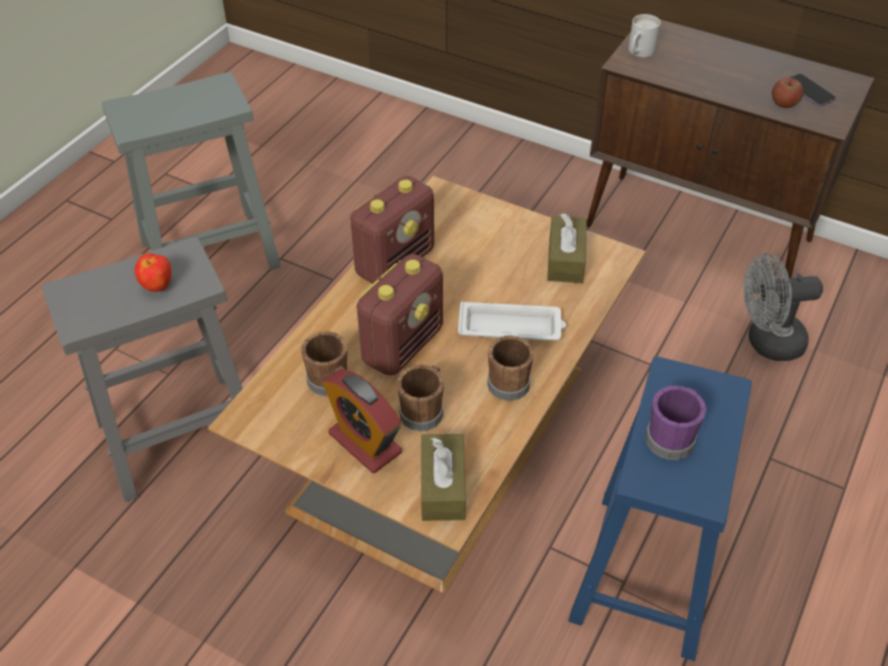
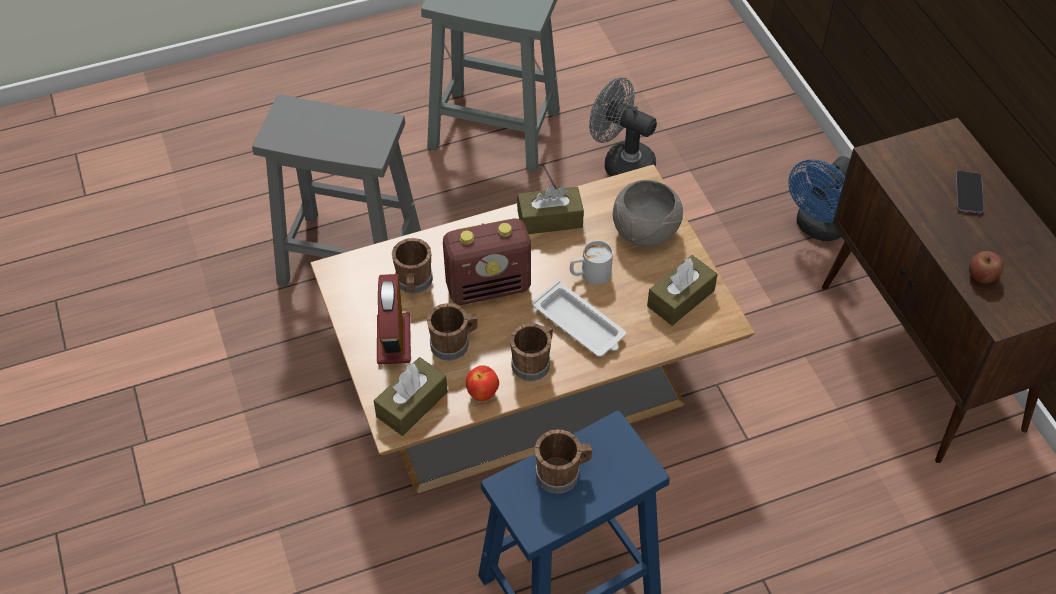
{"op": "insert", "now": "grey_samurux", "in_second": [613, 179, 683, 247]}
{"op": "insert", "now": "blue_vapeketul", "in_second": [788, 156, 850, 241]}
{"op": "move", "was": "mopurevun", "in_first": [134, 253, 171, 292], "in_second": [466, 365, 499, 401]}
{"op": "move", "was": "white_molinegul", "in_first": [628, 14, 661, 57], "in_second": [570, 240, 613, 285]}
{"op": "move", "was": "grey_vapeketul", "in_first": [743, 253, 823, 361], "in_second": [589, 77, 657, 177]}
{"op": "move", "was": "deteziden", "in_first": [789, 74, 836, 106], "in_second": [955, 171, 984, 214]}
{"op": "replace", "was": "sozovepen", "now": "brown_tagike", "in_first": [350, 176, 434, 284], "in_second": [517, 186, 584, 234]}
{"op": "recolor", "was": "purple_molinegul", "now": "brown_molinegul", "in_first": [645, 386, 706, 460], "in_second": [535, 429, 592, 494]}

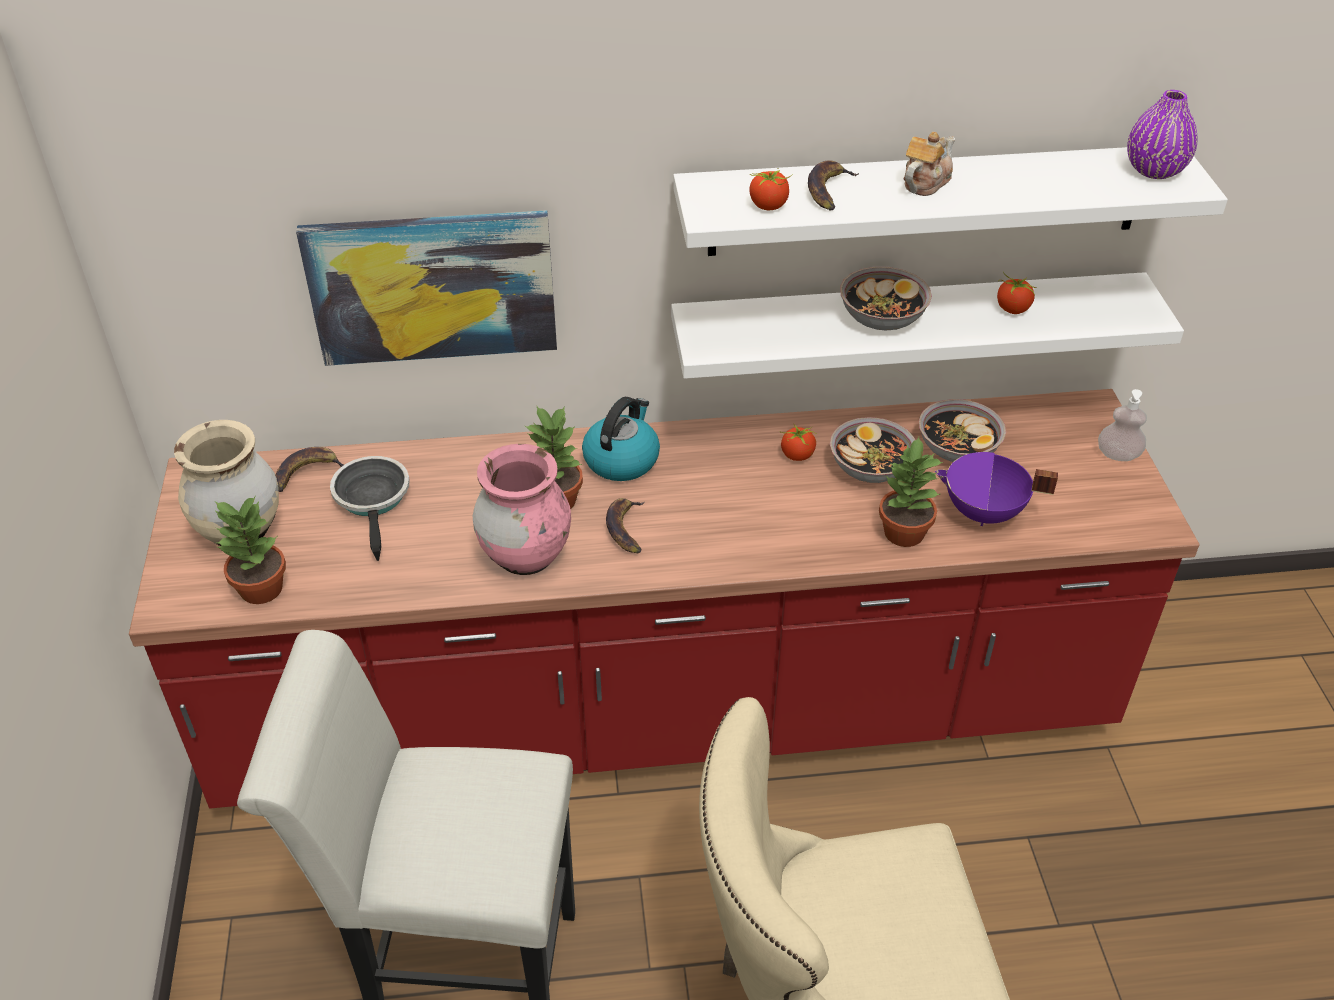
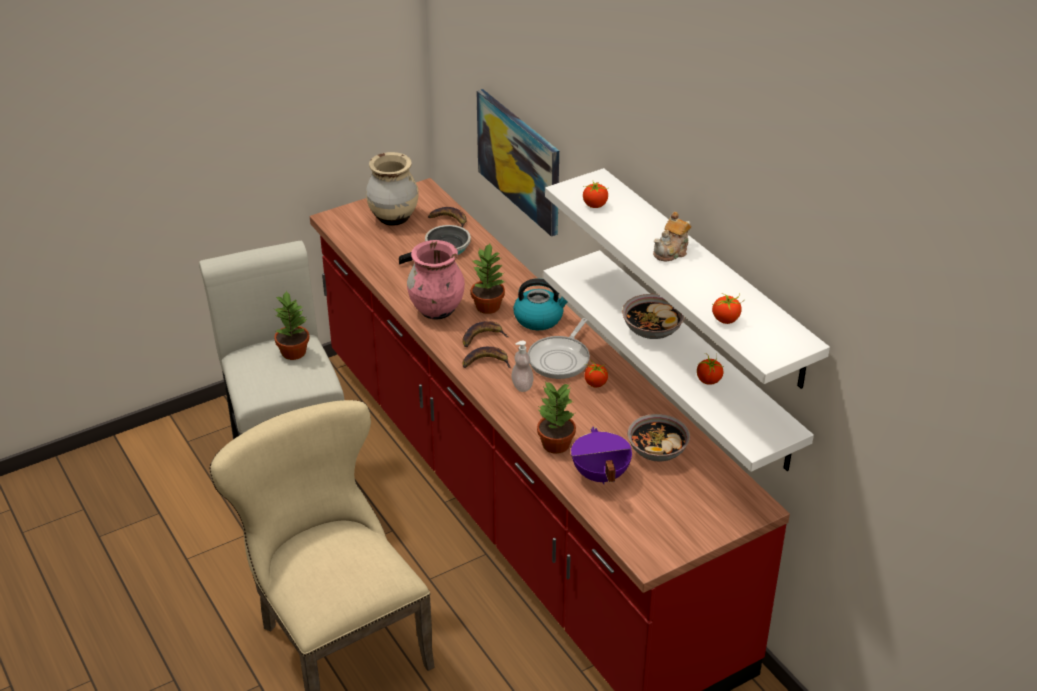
{"op": "delete", "was": "samurux", "in_first": [830, 417, 915, 483]}
{"op": "delete", "was": "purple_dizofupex", "in_first": [1127, 90, 1197, 179]}
{"op": "insert", "now": "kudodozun", "in_second": [528, 318, 590, 379]}
{"op": "insert", "now": "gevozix", "in_second": [712, 293, 743, 324]}
{"op": "move", "was": "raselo", "in_first": [214, 497, 286, 604], "in_second": [274, 291, 310, 360]}
{"op": "move", "was": "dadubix", "in_first": [808, 160, 859, 211], "in_second": [463, 347, 511, 368]}
{"op": "move", "was": "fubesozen", "in_first": [1098, 389, 1147, 461], "in_second": [511, 340, 534, 392]}
{"op": "rotate", "was": "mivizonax", "in_first": [903, 132, 955, 196], "in_second": [653, 212, 692, 262], "clockwise": 120}

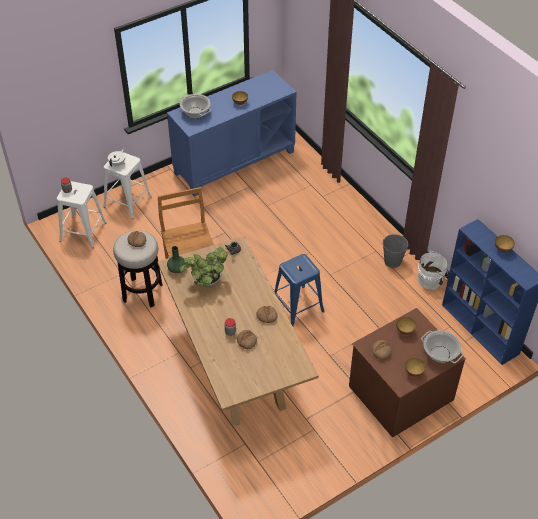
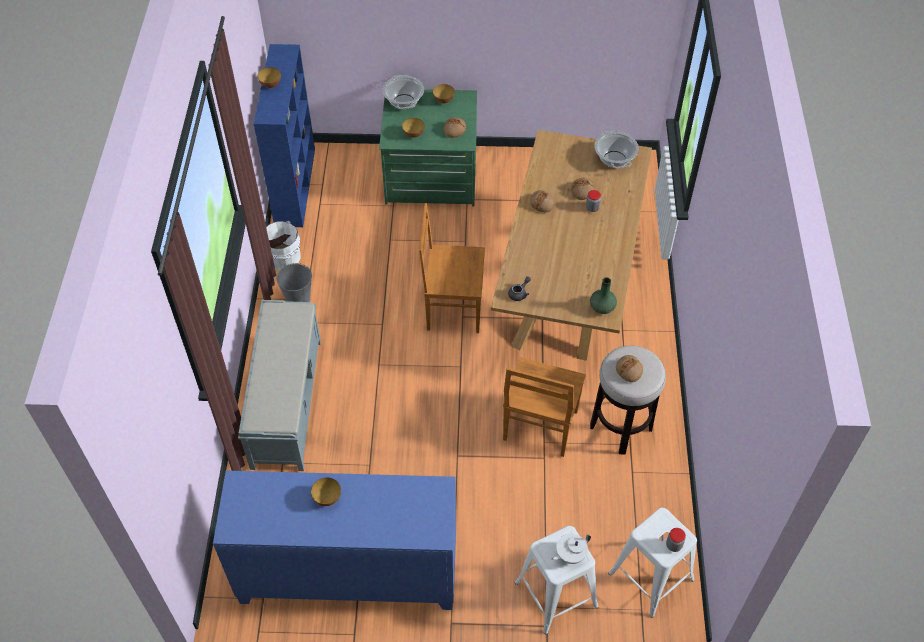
{"op": "delete", "was": "raselo", "in_first": [179, 247, 228, 287]}
{"op": "insert", "now": "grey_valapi", "in_second": [238, 300, 321, 471]}
{"op": "move", "was": "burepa", "in_first": [180, 94, 211, 118], "in_second": [594, 130, 639, 168]}
{"op": "replace", "was": "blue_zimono", "now": "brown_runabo", "in_first": [274, 254, 325, 327], "in_second": [419, 203, 485, 333]}
{"op": "recolor", "was": "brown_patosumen", "now": "green_patosumen", "in_first": [349, 308, 466, 437], "in_second": [379, 89, 477, 206]}

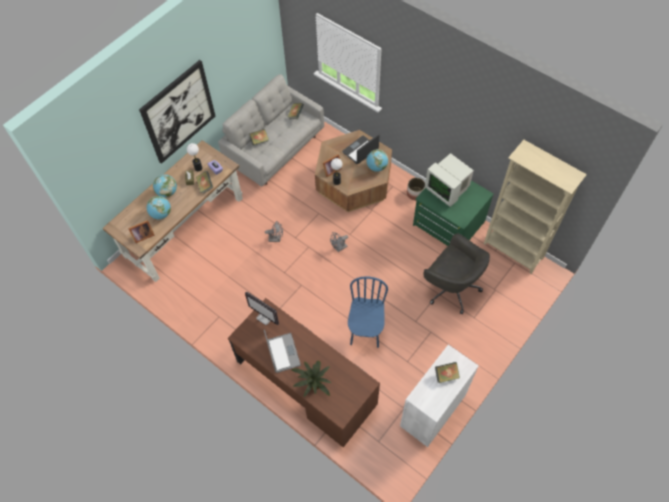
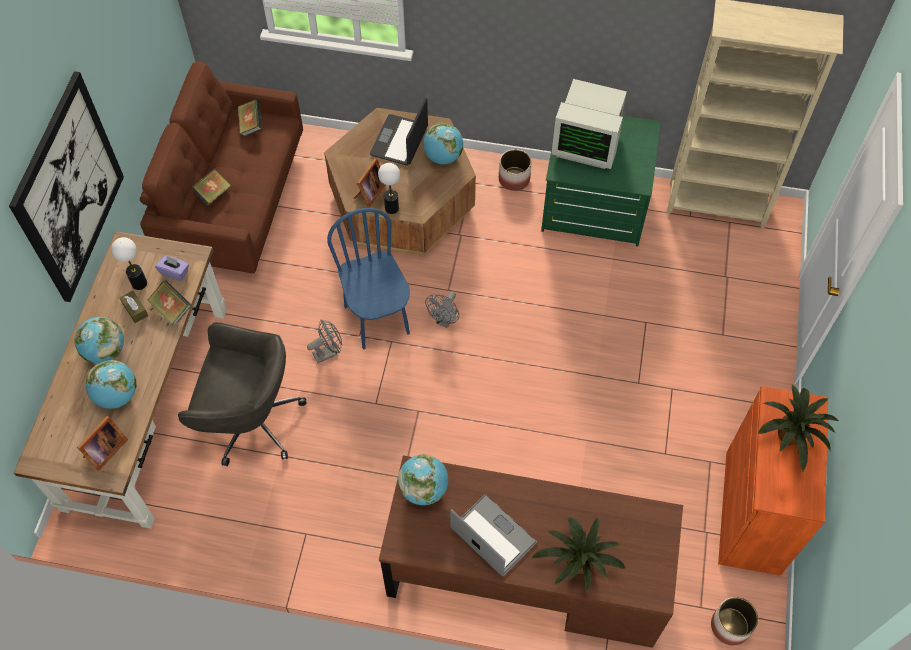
{"op": "insert", "now": "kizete", "in_second": [711, 597, 758, 646]}
{"op": "move", "was": "blue_runabo", "in_first": [348, 276, 388, 348], "in_second": [327, 208, 410, 349]}
{"op": "move", "was": "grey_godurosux", "in_first": [423, 233, 490, 314], "in_second": [178, 322, 307, 466]}
{"op": "replace", "was": "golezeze", "now": "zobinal", "in_first": [245, 292, 279, 325], "in_second": [398, 454, 449, 505]}
{"op": "replace", "was": "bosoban", "now": "raselo", "in_first": [435, 362, 460, 383], "in_second": [758, 385, 839, 472]}
{"op": "recolor", "was": "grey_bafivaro", "now": "brown_bafivaro", "in_first": [218, 74, 324, 186], "in_second": [140, 61, 303, 273]}
{"op": "recolor", "was": "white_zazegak", "now": "orange_zazegak", "in_first": [400, 344, 479, 447], "in_second": [718, 386, 828, 576]}

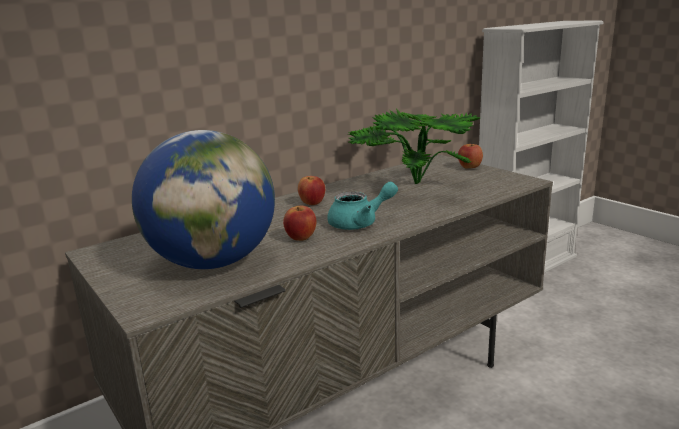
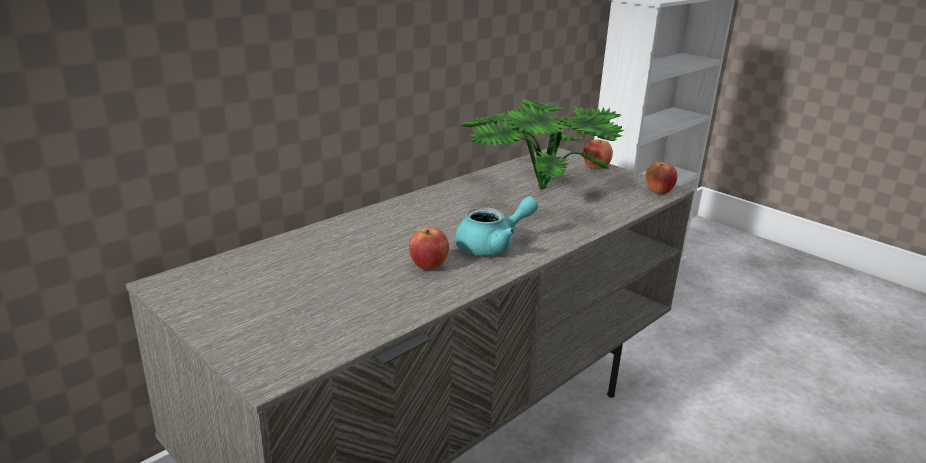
{"op": "delete", "was": "zobinal", "in_first": [132, 130, 275, 269]}
{"op": "move", "was": "mopurevun", "in_first": [298, 176, 325, 205], "in_second": [645, 162, 677, 194]}

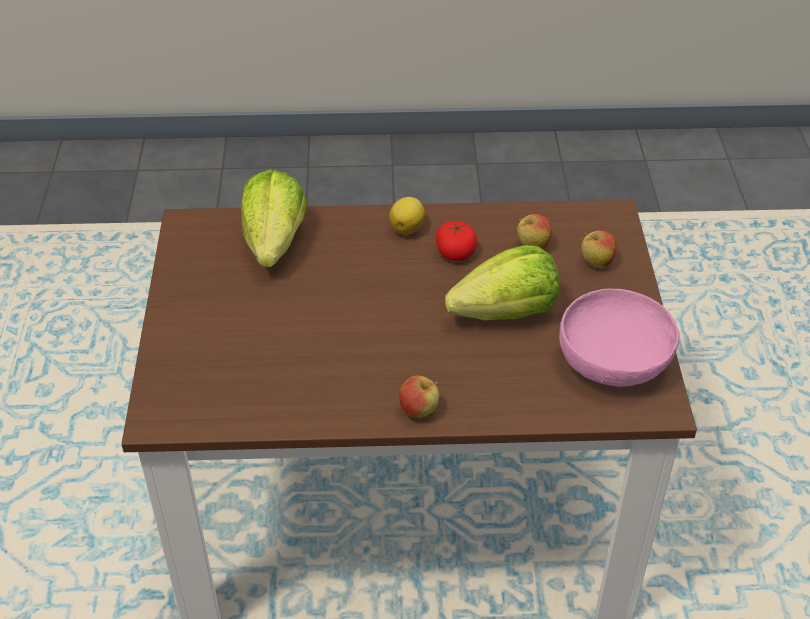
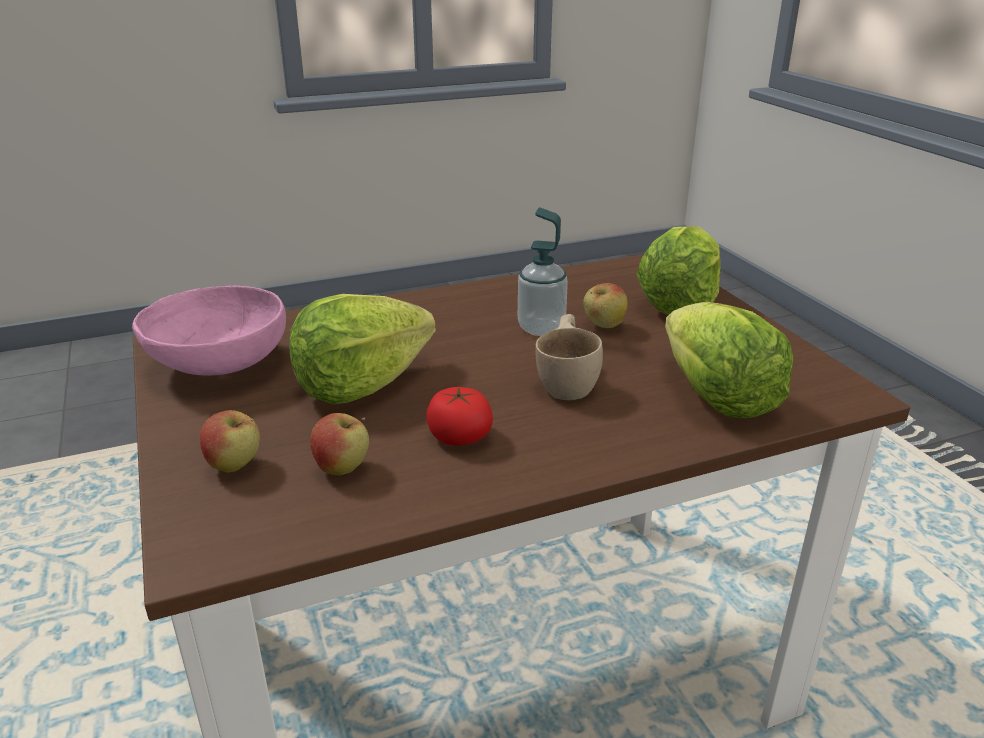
{"op": "delete", "was": "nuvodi", "in_first": [389, 197, 425, 235]}
{"op": "insert", "now": "fubesozen", "in_second": [518, 208, 568, 336]}
{"op": "insert", "now": "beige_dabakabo", "in_second": [535, 314, 603, 400]}
{"op": "insert", "now": "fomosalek", "in_second": [636, 226, 721, 315]}
{"op": "move", "was": "mopurevun", "in_first": [399, 376, 439, 418], "in_second": [583, 283, 628, 328]}

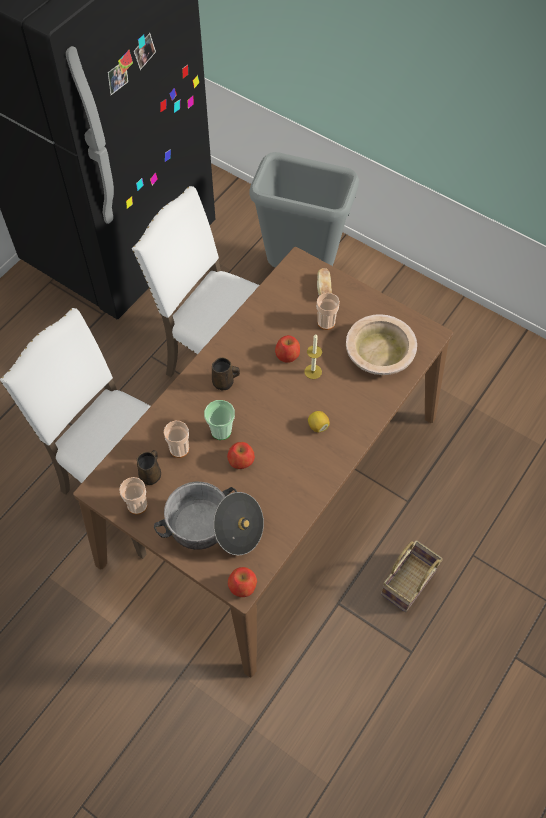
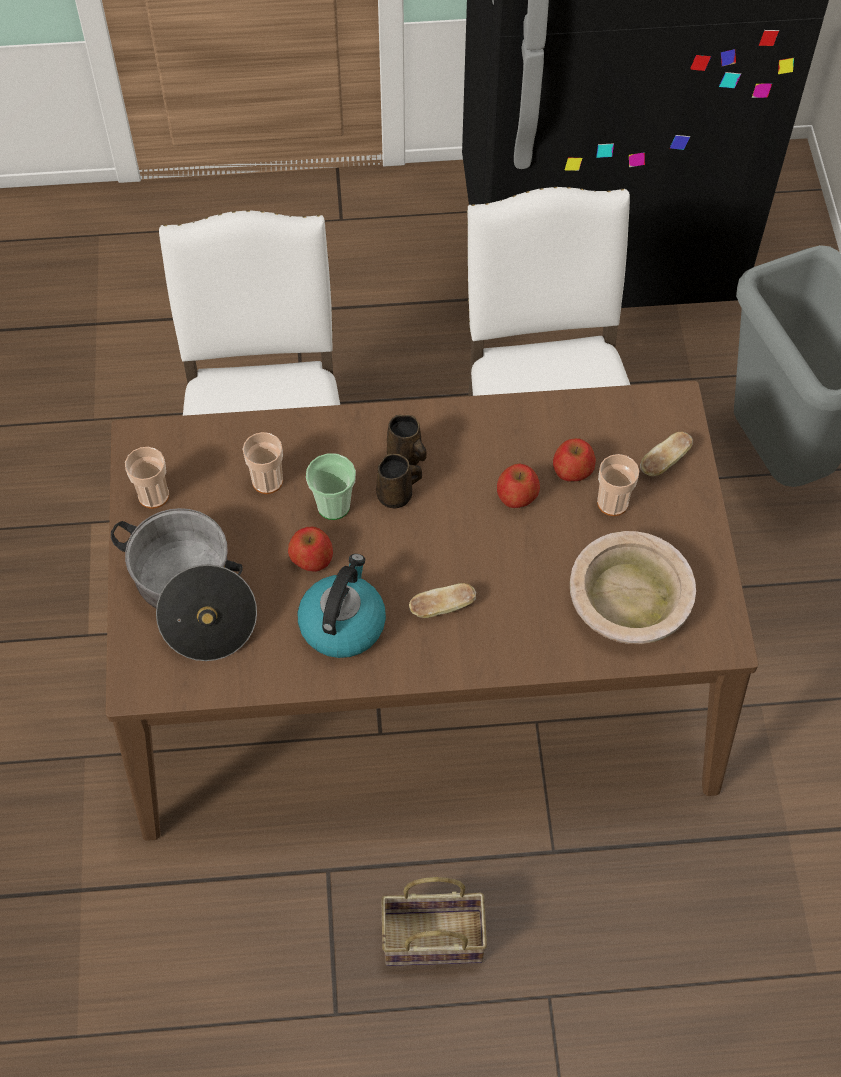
{"op": "delete", "was": "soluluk", "in_first": [304, 334, 322, 379]}
{"op": "insert", "now": "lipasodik", "in_second": [298, 554, 386, 658]}
{"op": "move", "was": "brown_molinegul", "in_first": [137, 450, 161, 485], "in_second": [376, 454, 422, 508]}
{"op": "move", "was": "mopurevun", "in_first": [228, 567, 257, 597], "in_second": [553, 438, 596, 482]}
{"op": "replace", "was": "nuvodi", "now": "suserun", "in_first": [308, 411, 330, 432], "in_second": [409, 583, 476, 618]}

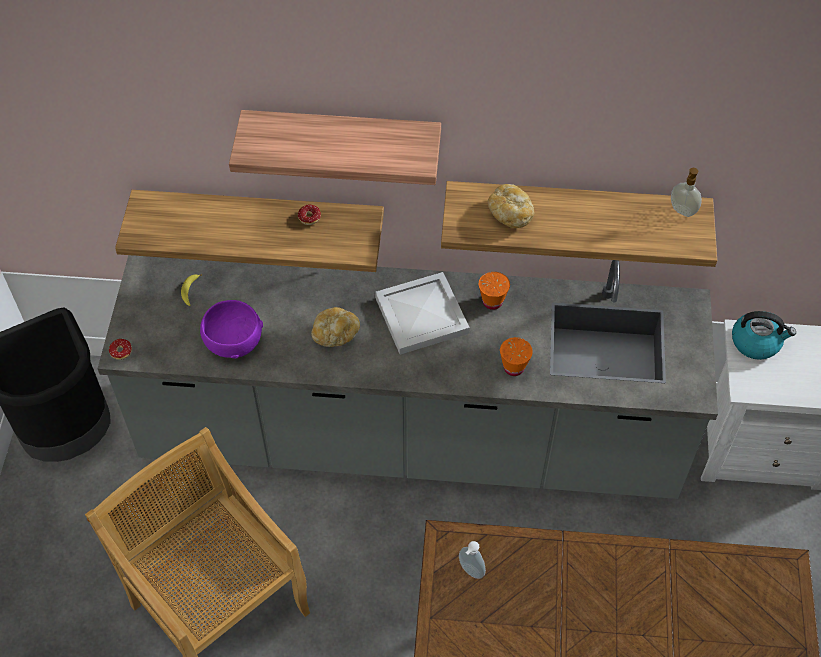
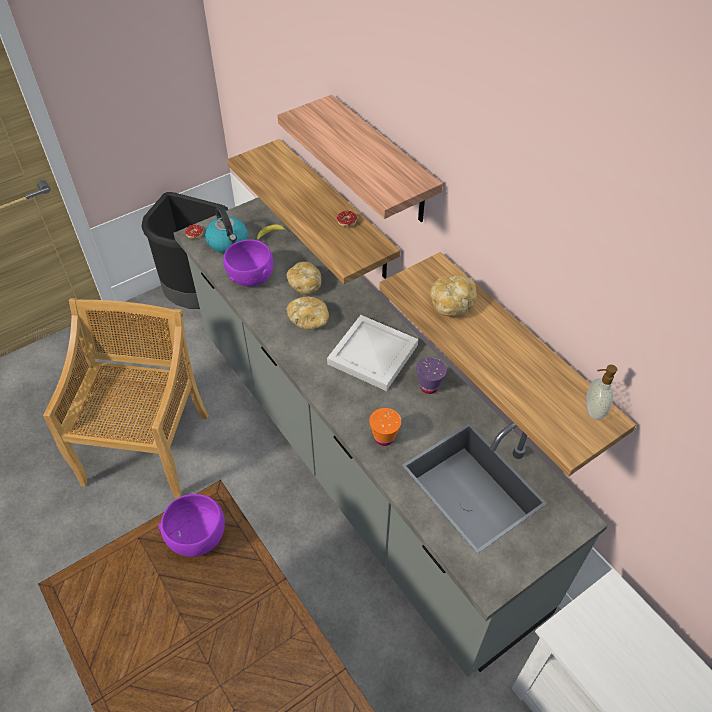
{"op": "insert", "now": "suserun", "in_second": [287, 262, 321, 294]}
{"op": "move", "was": "lipasodik", "in_first": [732, 311, 796, 360], "in_second": [205, 206, 248, 253]}
{"op": "replace", "was": "fubesozen", "now": "purple_samurux", "in_first": [459, 541, 486, 579], "in_second": [159, 494, 225, 557]}
{"op": "recolor", "was": "orange_dabakabo", "now": "purple_dabakabo", "in_first": [479, 272, 510, 310], "in_second": [416, 357, 447, 394]}

